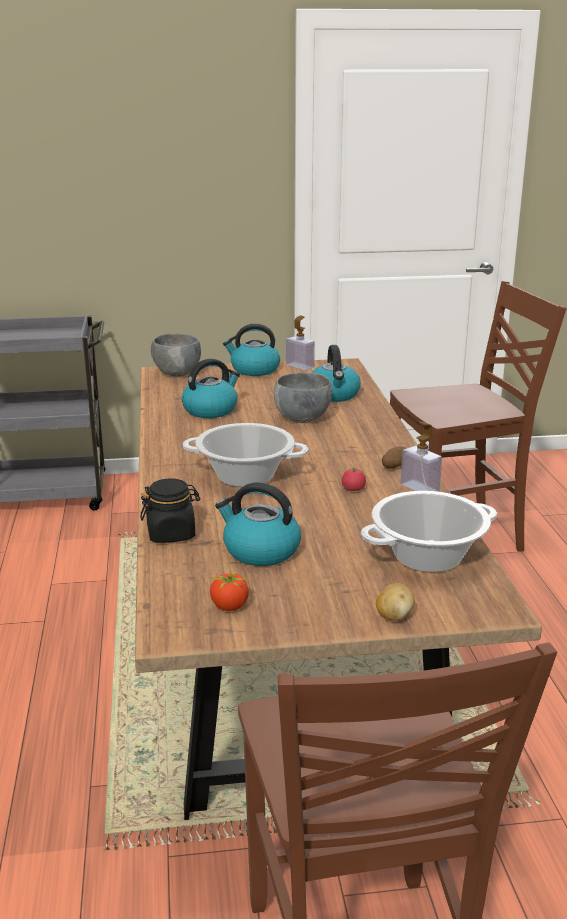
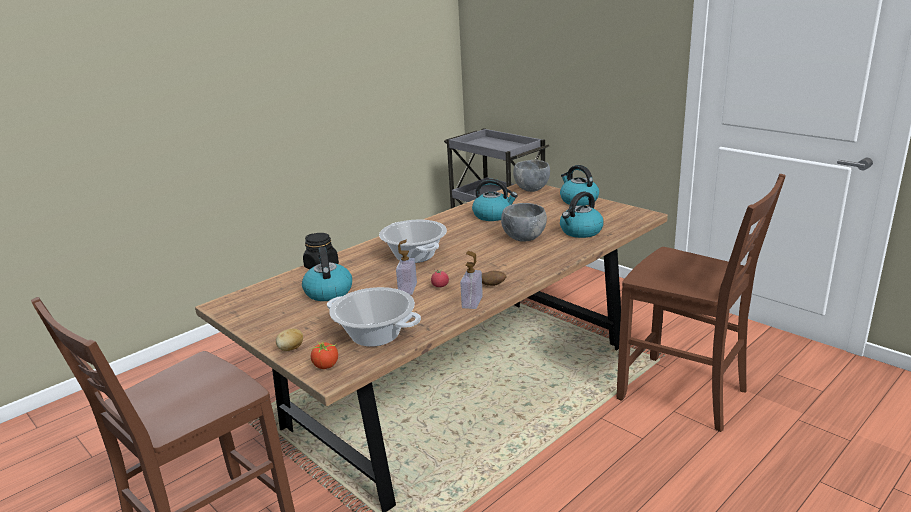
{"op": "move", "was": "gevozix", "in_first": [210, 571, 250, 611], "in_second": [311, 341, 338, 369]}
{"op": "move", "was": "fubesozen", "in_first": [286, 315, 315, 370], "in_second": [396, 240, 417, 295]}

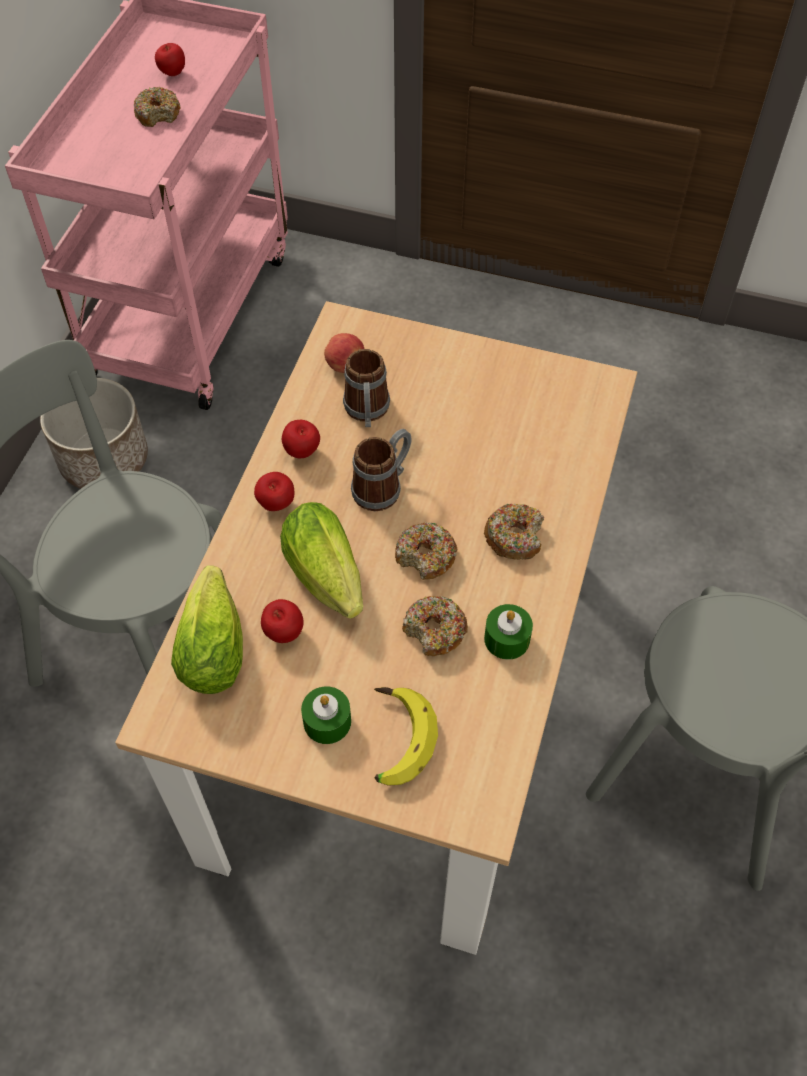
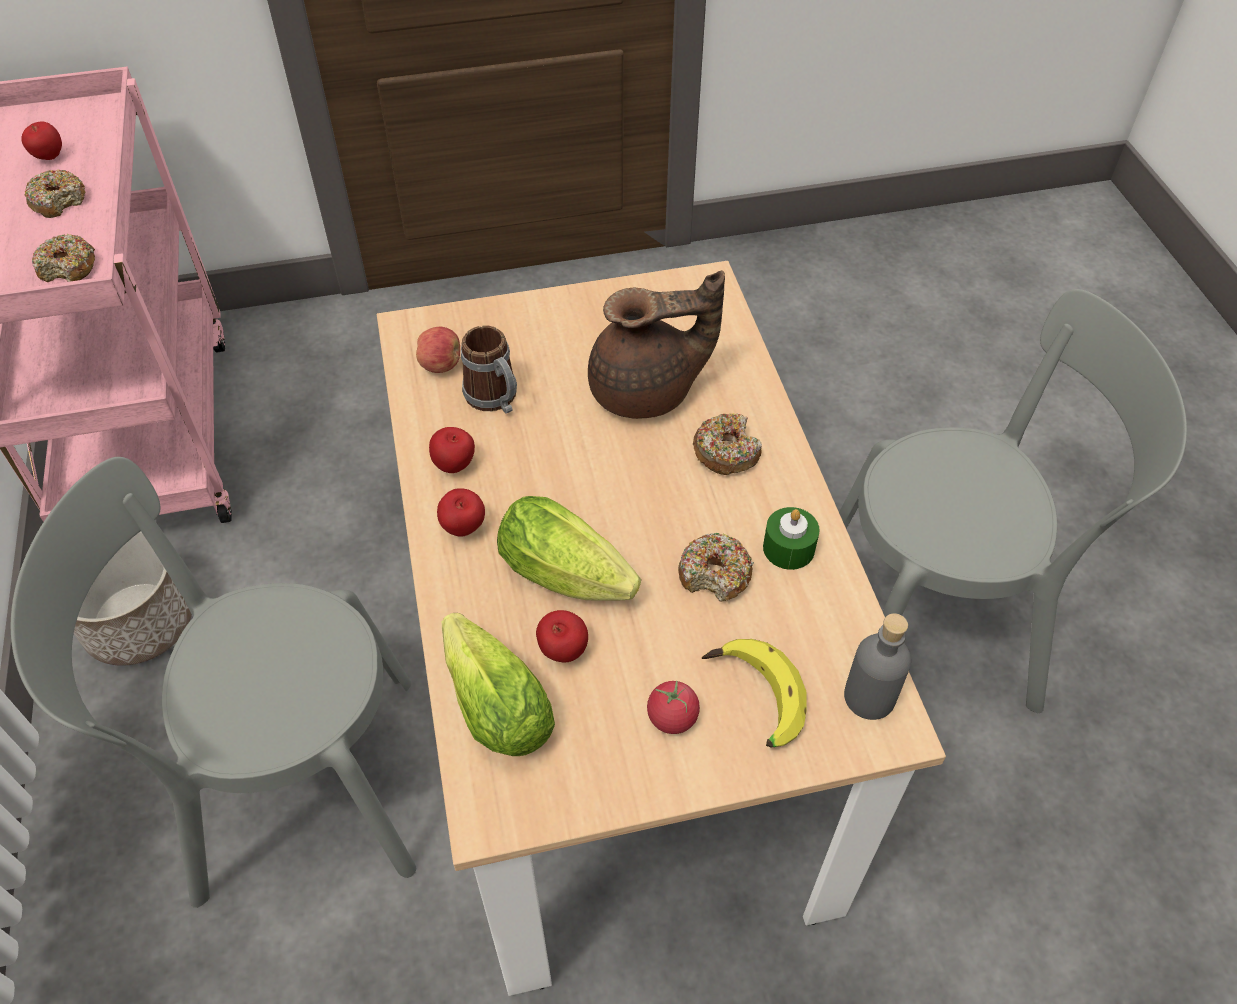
{"op": "delete", "was": "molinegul", "in_first": [351, 429, 411, 511]}
{"op": "insert", "now": "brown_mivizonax", "in_second": [588, 270, 725, 419]}
{"op": "insert", "now": "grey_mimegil", "in_second": [844, 613, 911, 720]}
{"op": "move", "was": "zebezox", "in_first": [395, 522, 458, 580], "in_second": [32, 234, 95, 282]}
{"op": "replace", "was": "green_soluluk", "now": "gevozix", "in_first": [301, 686, 351, 744], "in_second": [647, 681, 700, 734]}

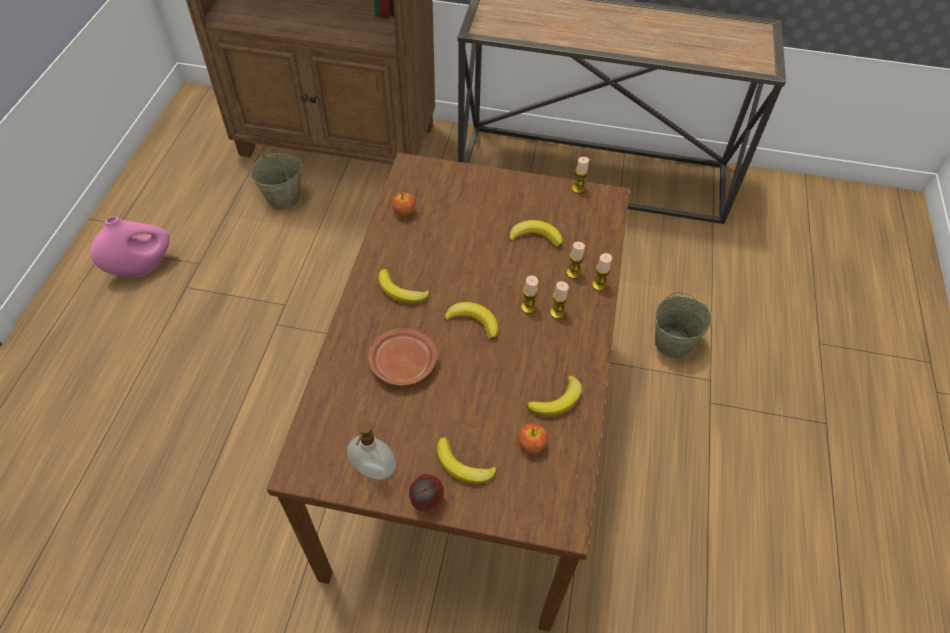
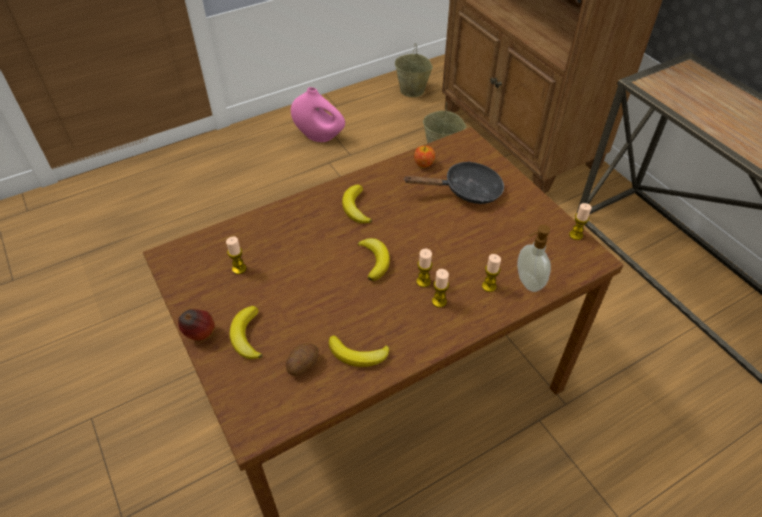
{"op": "delete", "was": "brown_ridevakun", "in_first": [368, 328, 438, 386]}
{"op": "delete", "was": "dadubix", "in_first": [509, 220, 563, 247]}
{"op": "insert", "now": "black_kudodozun", "in_second": [403, 161, 504, 204]}
{"op": "move", "was": "fubesozen", "in_first": [347, 420, 396, 480], "in_second": [517, 225, 551, 292]}
{"op": "move", "was": "soluluk", "in_first": [592, 253, 612, 291], "in_second": [226, 237, 246, 274]}
{"op": "move", "was": "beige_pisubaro", "in_first": [655, 292, 712, 358], "in_second": [395, 44, 433, 97]}
{"op": "replace", "was": "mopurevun", "now": "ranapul", "in_first": [518, 424, 548, 454], "in_second": [286, 343, 319, 376]}

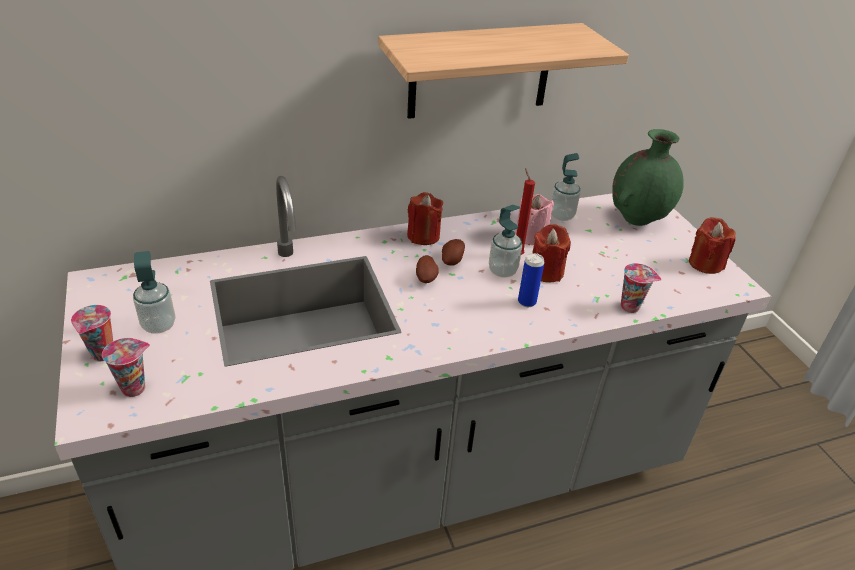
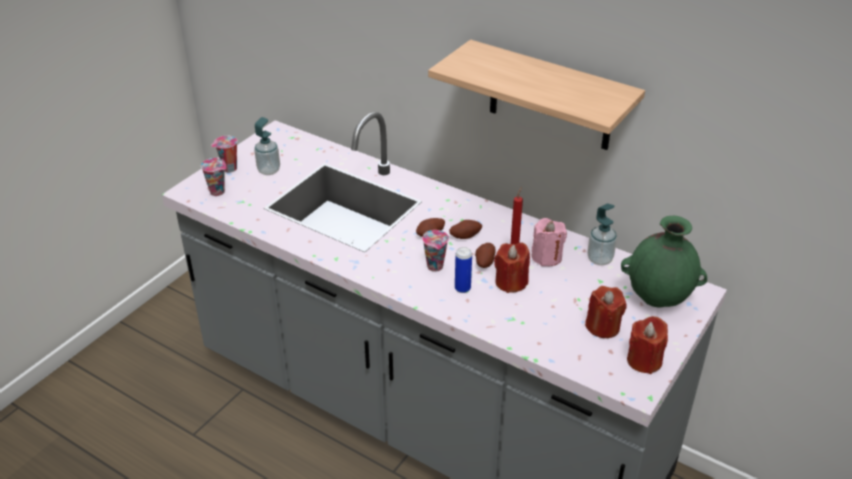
{"op": "move", "was": "red_soluluk", "in_first": [407, 192, 443, 245], "in_second": [585, 286, 626, 338]}
{"op": "move", "was": "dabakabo", "in_first": [621, 263, 661, 313], "in_second": [422, 230, 449, 272]}
{"op": "replace", "was": "fubesozen", "now": "ranapul", "in_first": [489, 205, 522, 278], "in_second": [475, 243, 496, 268]}

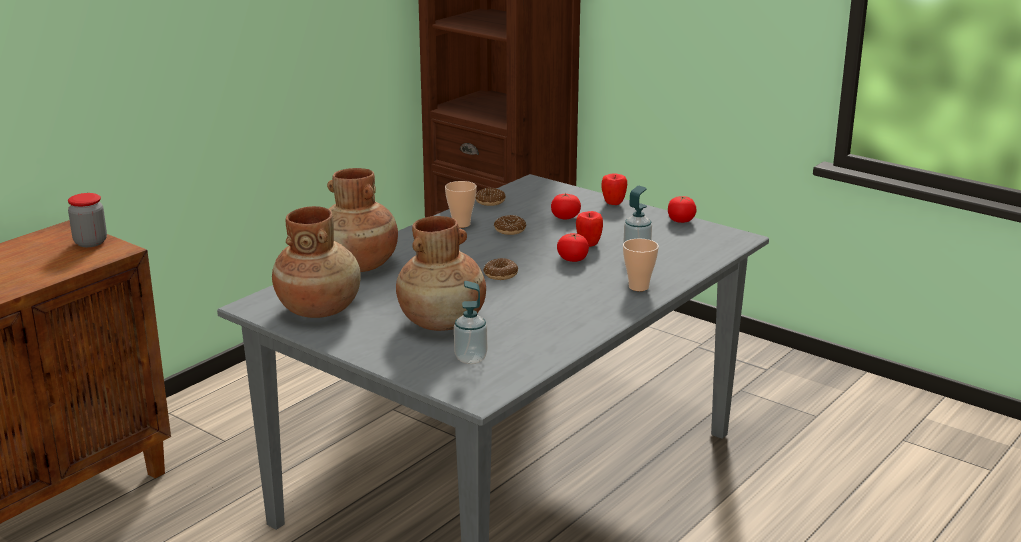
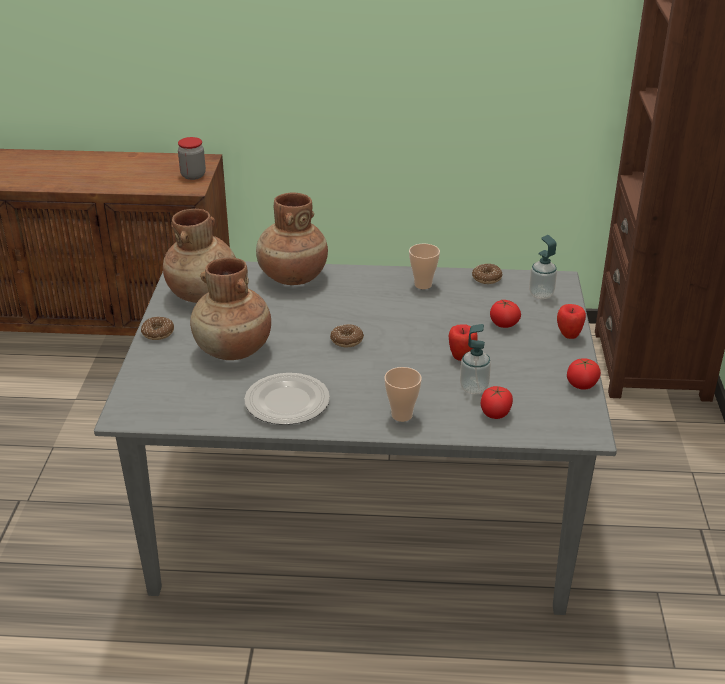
{"op": "insert", "now": "ridevakun", "in_second": [244, 373, 330, 425]}
{"op": "move", "was": "fubesozen", "in_first": [454, 281, 487, 364], "in_second": [529, 235, 557, 299]}
{"op": "move", "was": "zebezox", "in_first": [494, 215, 526, 235], "in_second": [141, 317, 174, 340]}
{"op": "move", "was": "gevozix", "in_first": [557, 233, 589, 262], "in_second": [481, 386, 513, 419]}

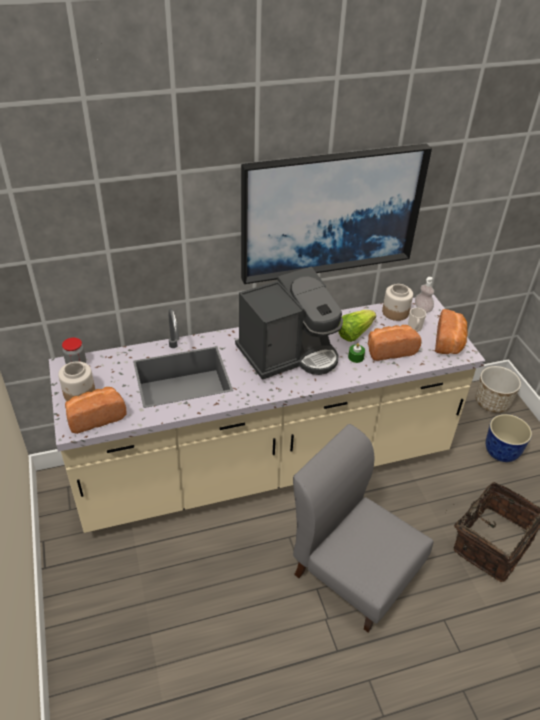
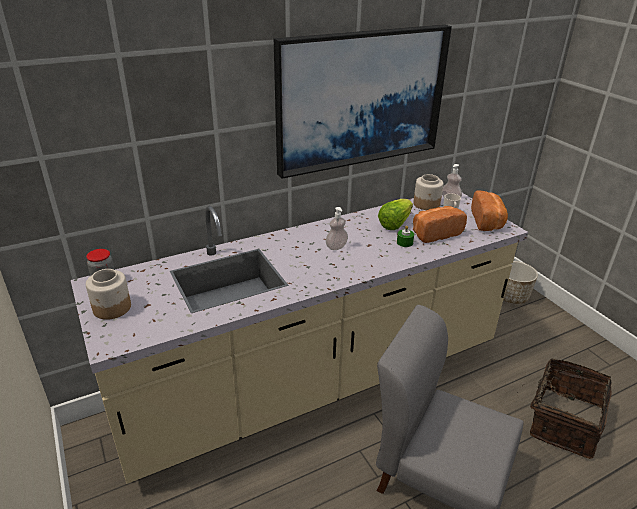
{"op": "delete", "was": "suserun", "in_first": [65, 387, 126, 434]}
{"op": "delete", "was": "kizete", "in_first": [486, 414, 532, 462]}
{"op": "replace", "was": "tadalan", "now": "fubesozen", "in_first": [235, 266, 343, 379], "in_second": [326, 207, 348, 250]}

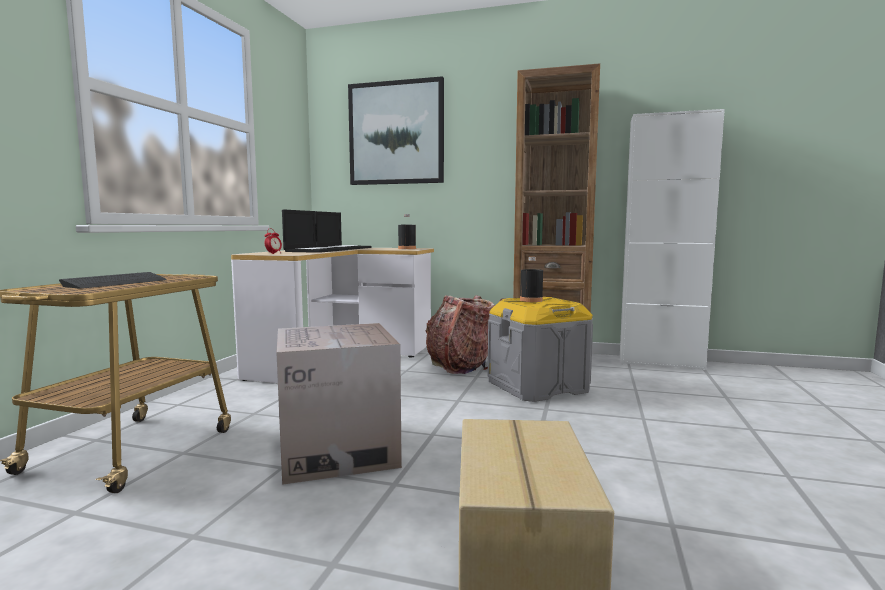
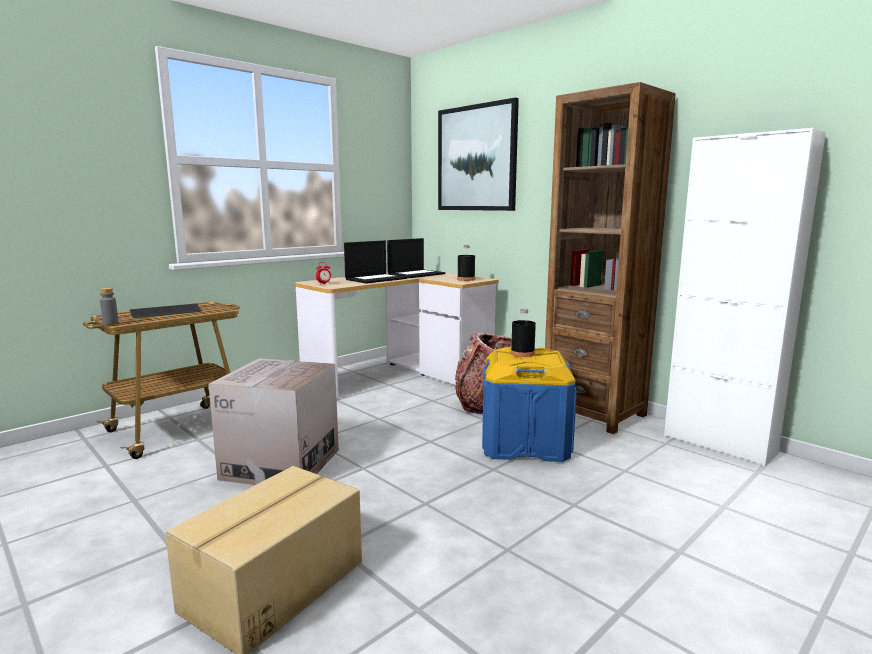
{"op": "insert", "now": "grey_mimegil", "in_second": [100, 288, 119, 325]}
{"op": "recolor", "was": "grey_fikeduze", "now": "blue_fikeduze", "in_first": [488, 297, 593, 402], "in_second": [482, 347, 577, 462]}

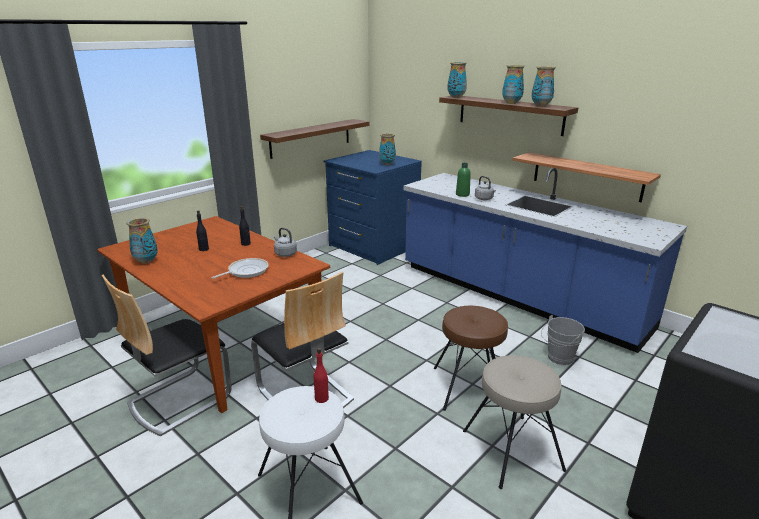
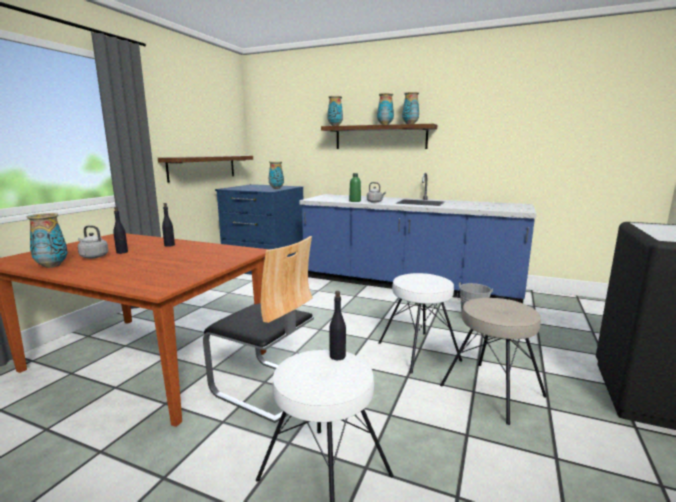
{"op": "delete", "was": "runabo", "in_first": [102, 275, 232, 437]}
{"op": "delete", "was": "kudodozun", "in_first": [211, 258, 269, 279]}
{"op": "delete", "was": "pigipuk", "in_first": [513, 152, 661, 202]}
{"op": "move", "was": "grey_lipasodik", "in_first": [274, 228, 297, 257], "in_second": [78, 225, 108, 258]}
{"op": "recolor", "was": "red_mimegil", "now": "black_mimegil", "in_first": [314, 348, 329, 403], "in_second": [329, 291, 346, 360]}
{"op": "recolor", "was": "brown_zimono", "now": "white_zimono", "in_first": [434, 306, 508, 411], "in_second": [378, 273, 462, 374]}

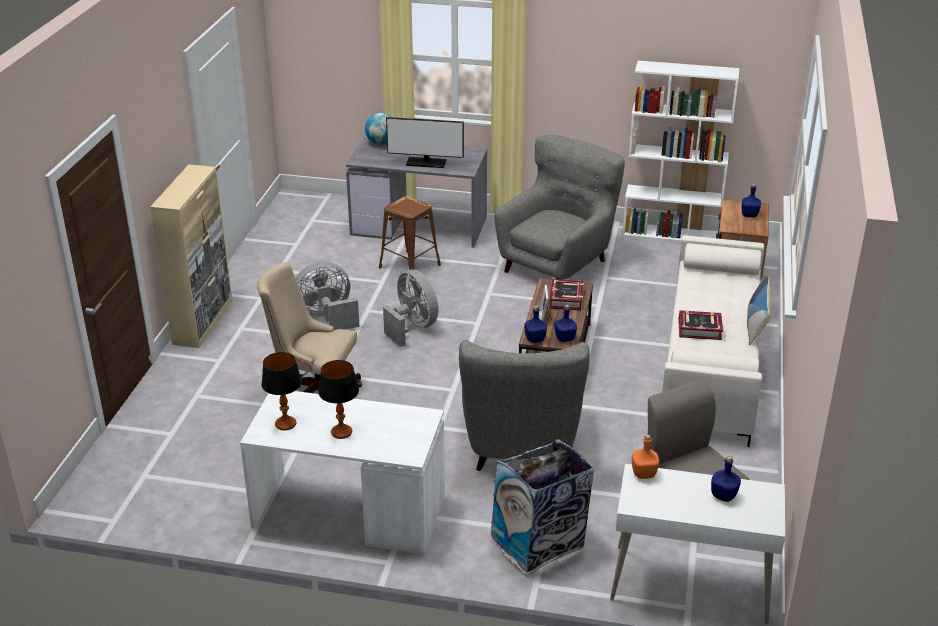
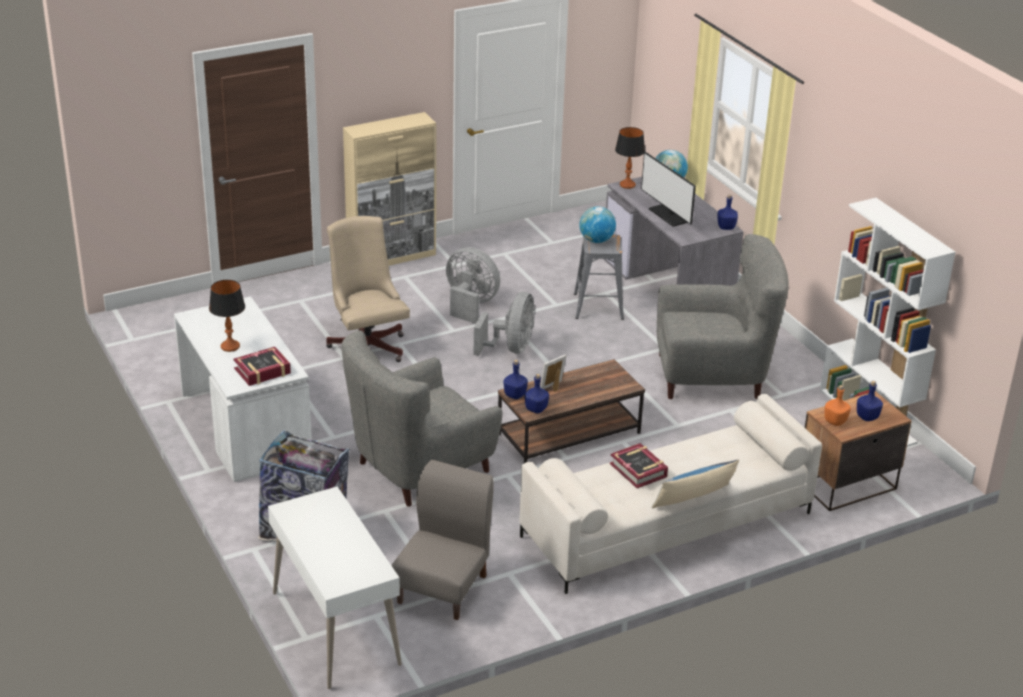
{"op": "insert", "now": "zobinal", "in_second": [579, 206, 616, 243]}
{"op": "move", "was": "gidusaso", "in_first": [261, 352, 302, 431], "in_second": [615, 127, 645, 189]}
{"op": "move", "was": "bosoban", "in_first": [549, 279, 584, 311], "in_second": [233, 347, 291, 386]}
{"op": "move", "was": "orange_mimegil", "in_first": [632, 435, 659, 479], "in_second": [825, 385, 851, 426]}
{"op": "move", "was": "blue_mimegil", "in_first": [711, 456, 741, 502], "in_second": [718, 194, 738, 230]}
{"op": "recolor", "was": "brown_zimono", "now": "grey_zimono", "in_first": [379, 196, 441, 282], "in_second": [574, 235, 624, 320]}

